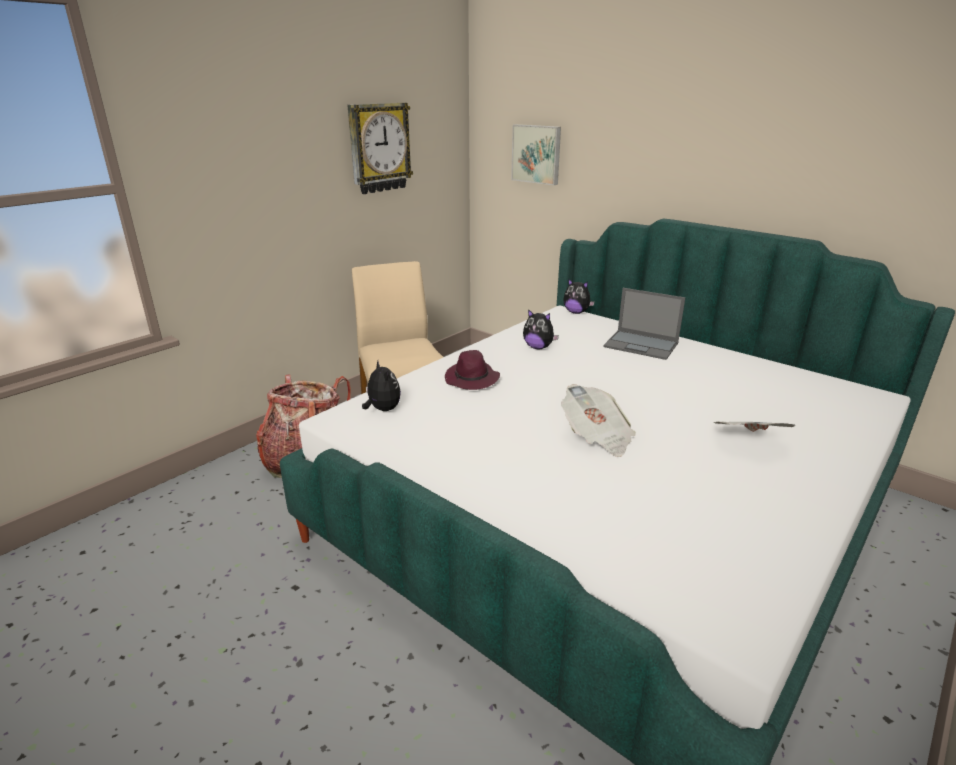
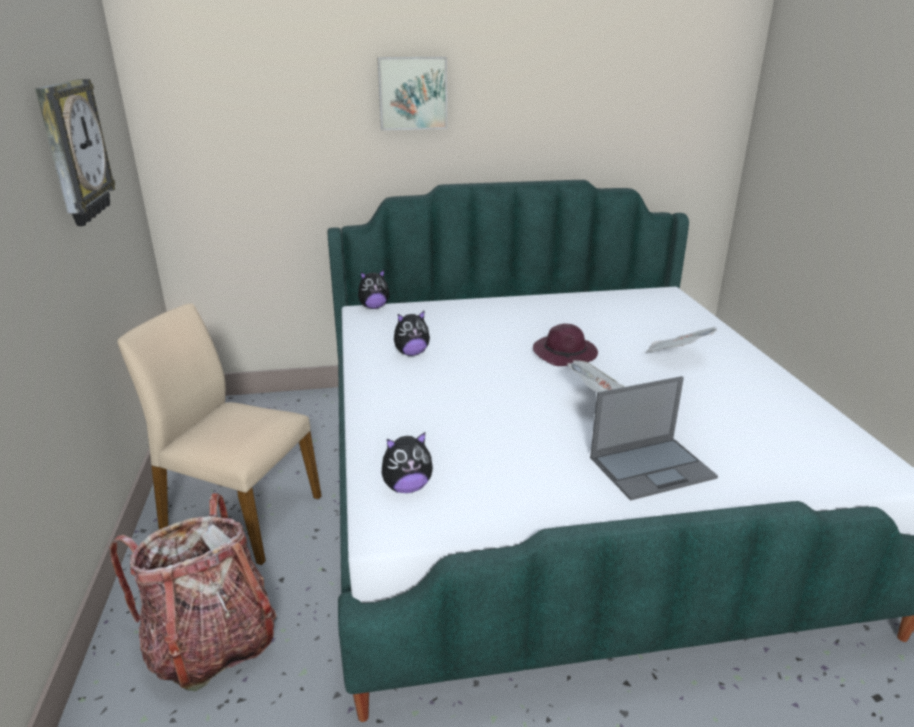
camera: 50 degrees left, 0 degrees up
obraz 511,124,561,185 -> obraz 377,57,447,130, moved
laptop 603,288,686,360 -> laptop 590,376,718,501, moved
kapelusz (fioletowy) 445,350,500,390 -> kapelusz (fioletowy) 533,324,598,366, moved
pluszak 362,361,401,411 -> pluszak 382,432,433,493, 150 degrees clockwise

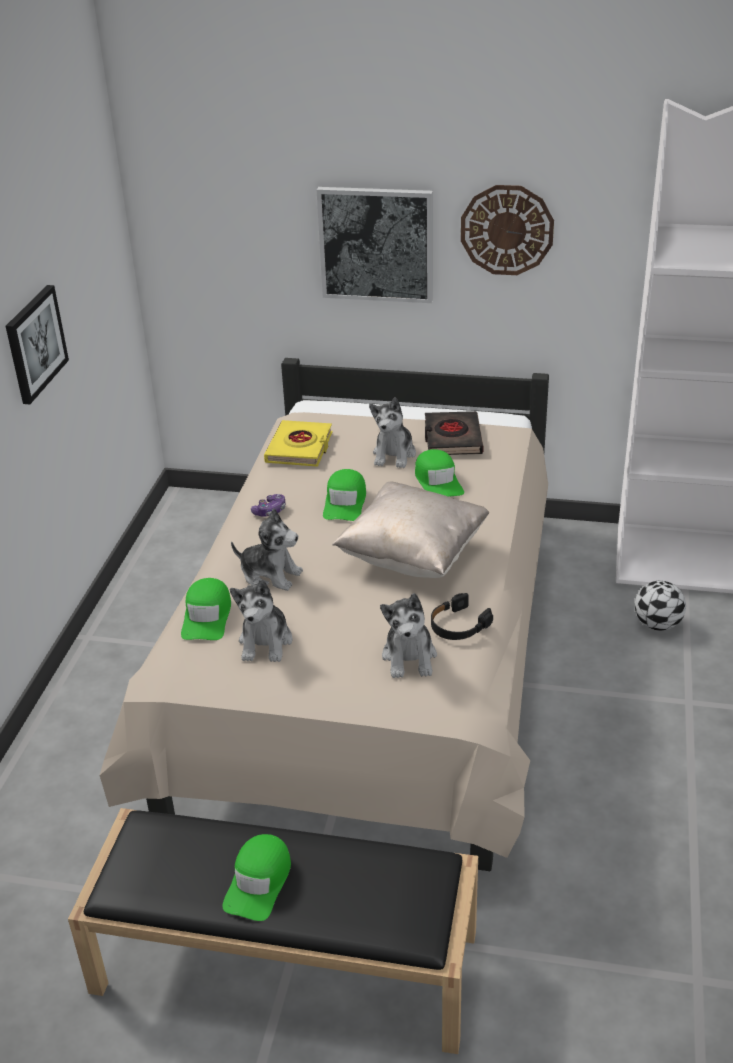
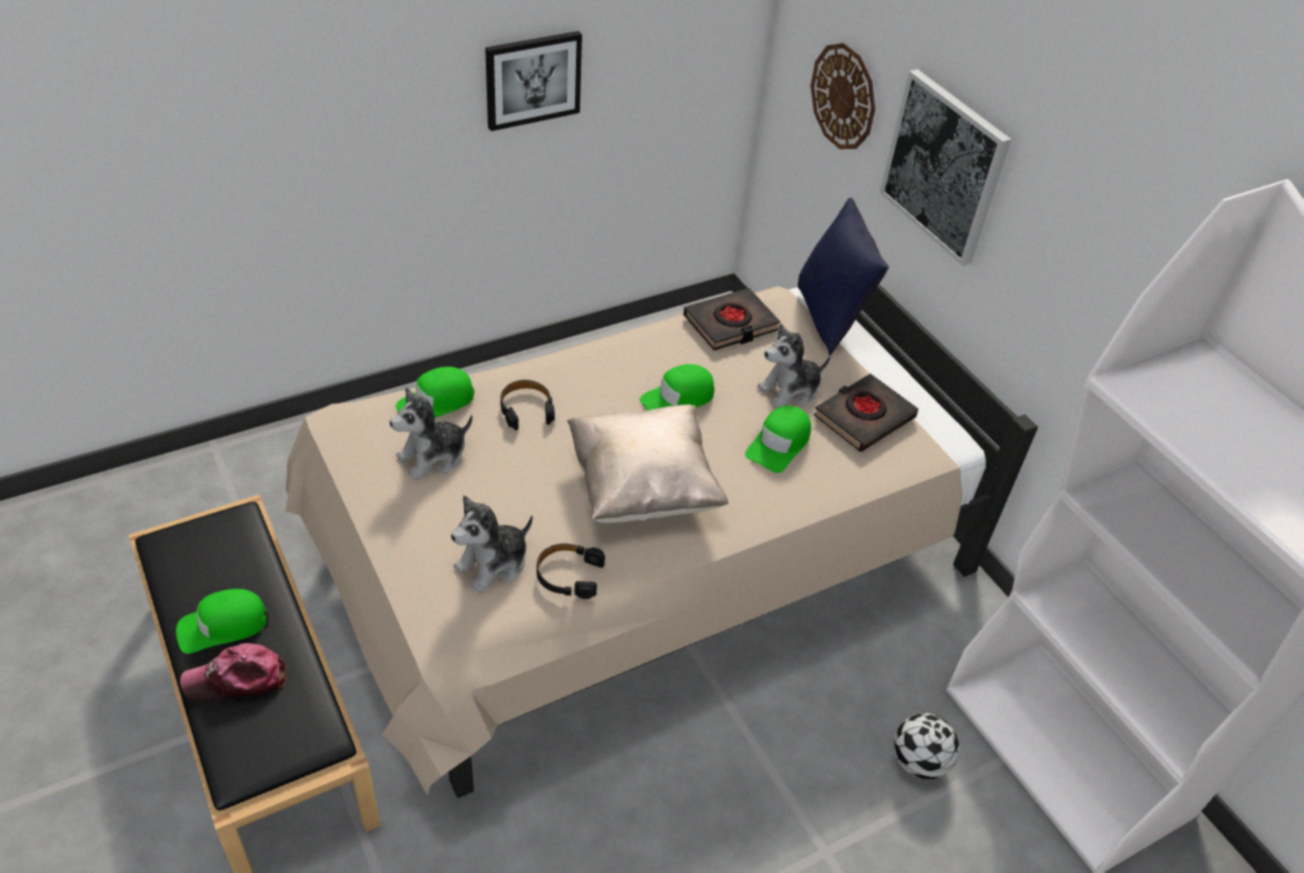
camera: 45 degrees right, 10 degrees up
zegar ścienny 461,185,554,275 -> zegar ścienny 811,43,875,149, moved
książka (żółty) 264,420,333,467 -> książka (czarny) 683,288,781,350
pad do gier 251,494,285,517 -> none
pluszak 231,509,303,591 -> słuchawki (czarny) 501,380,555,430
none -> poduszka (niebieski) 798,197,889,355
none -> czapka z daszkiem 180,643,287,702

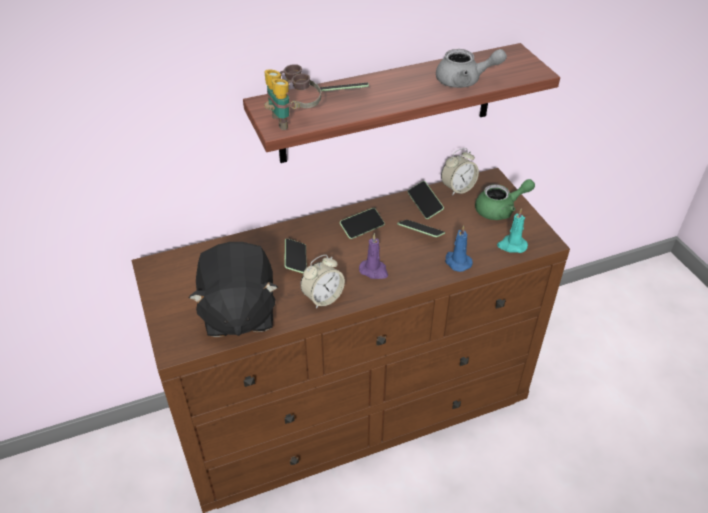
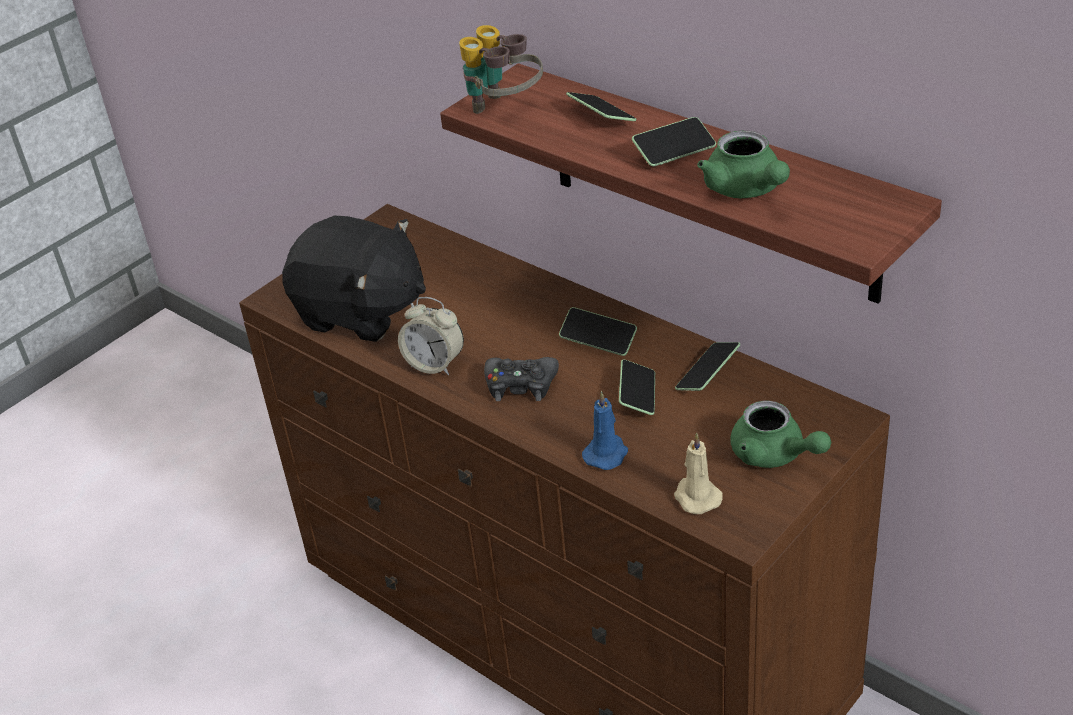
camera: 65 degrees right, 5 degrees down
imbryk (szary) 436,49,507,88 -> imbryk (zielony) 697,131,790,198
budzik 441,148,479,196 -> none
świeca (turkusowy) 497,209,528,253 -> świeca (beżowy) 674,433,722,514
świeca (fioletowy) 359,233,388,279 -> pad do gier (czarny) 484,357,559,401
telefon 284,238,307,273 -> telefon 632,117,716,166, moved
pluszak (czarny) 189,242,278,337 -> pluszak (czarny) 282,215,426,342, 120 degrees counterclockwise

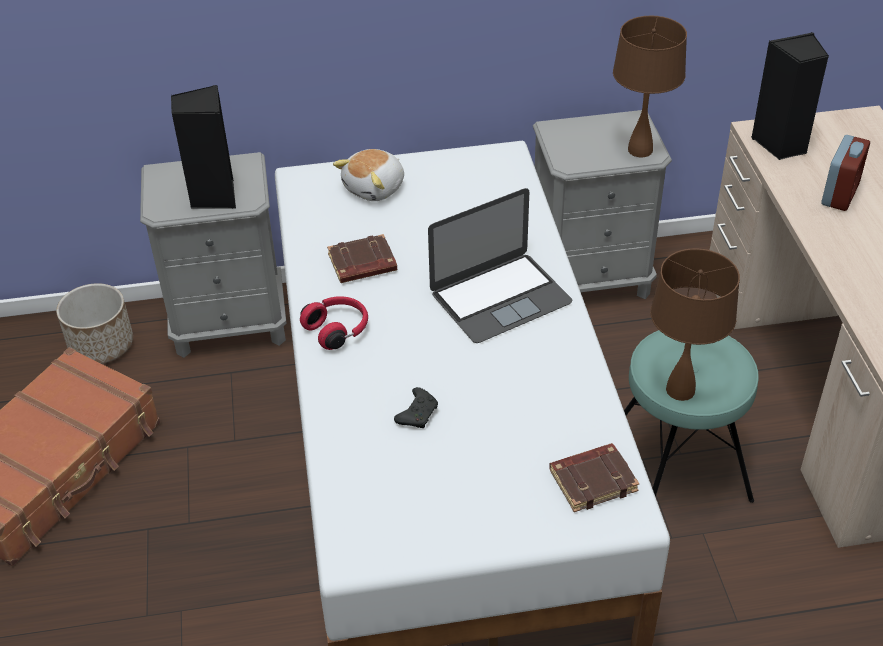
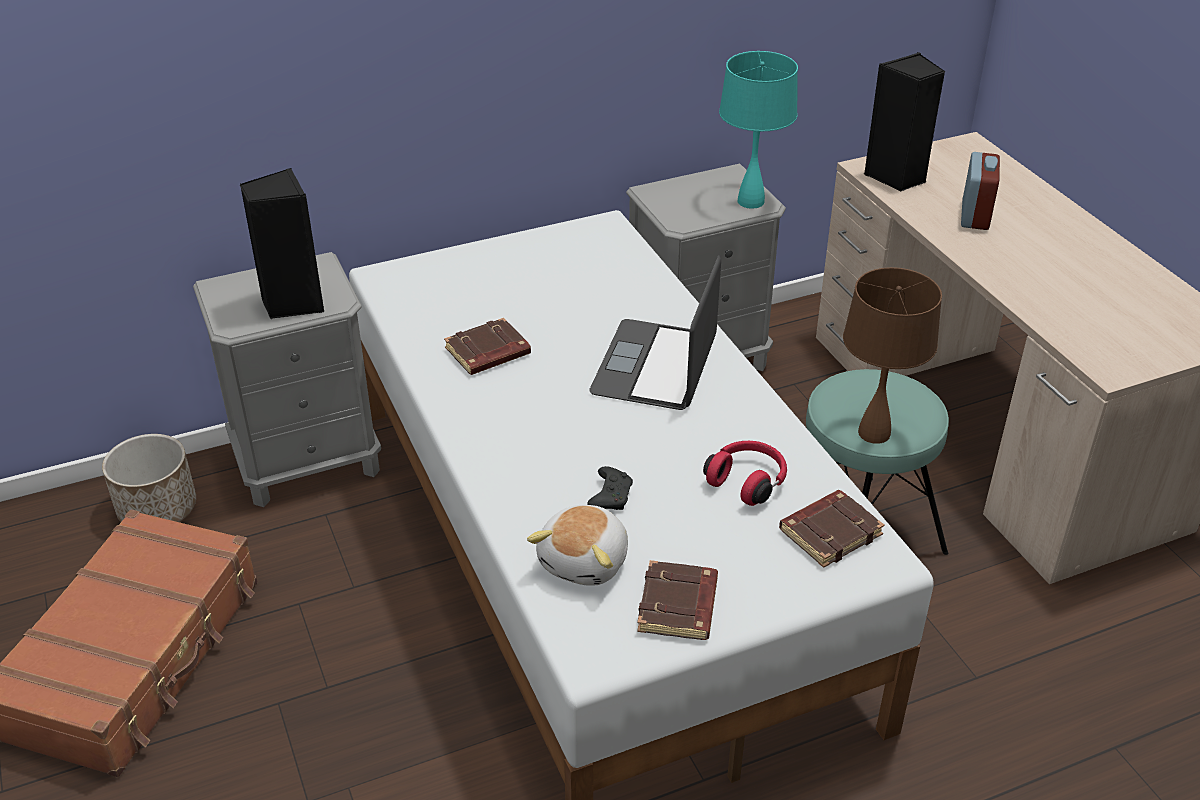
camera: 15 degrees left, 5 degrees down
lampa stołowa (brązowy) 613,16,687,157 -> lampa stołowa (turkusowy) 719,51,798,209
pluszak 333,149,404,201 -> pluszak 527,505,628,586, moved
laptop 428,188,572,343 -> laptop 590,255,721,410, 150 degrees clockwise
słuchawki (czerwony) 300,296,368,350 -> słuchawki (czerwony) 703,441,787,506, moved
none -> książka (brązowy) 637,560,718,640

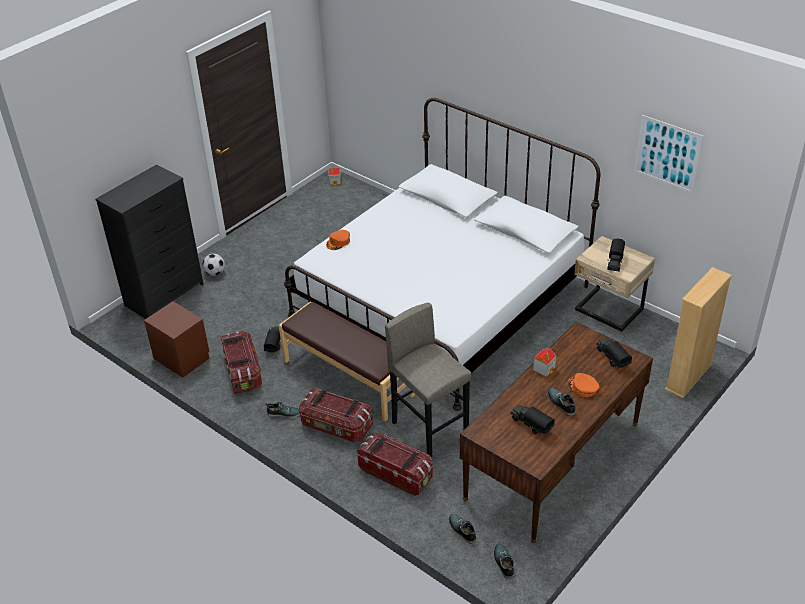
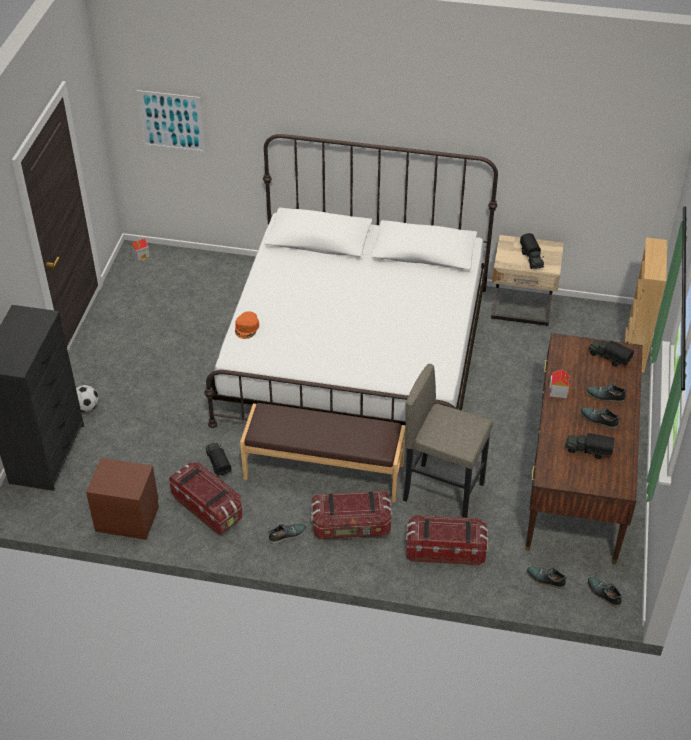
camera: 30 degrees left, 5 degrees up
obraz 634,115,704,194 -> obraz 137,90,206,153, moved
czapka z daszkiem (pomarańczowy) 567,373,600,397 -> but 586,383,628,403

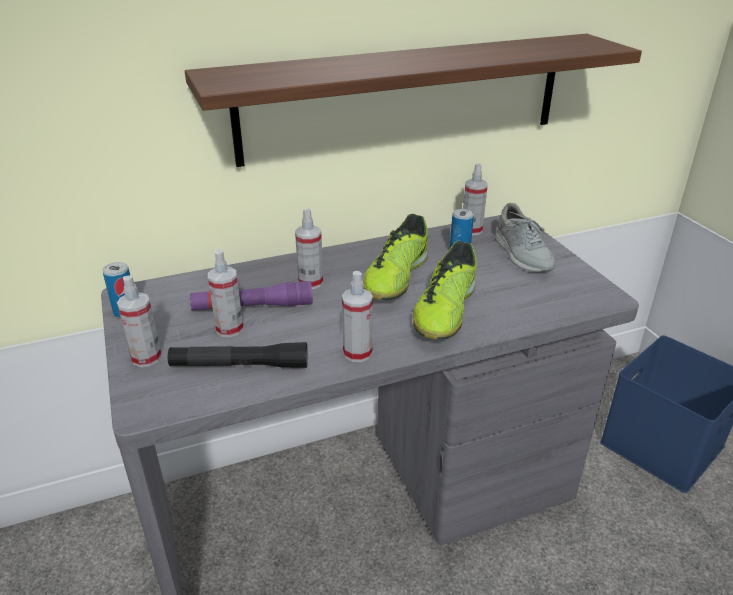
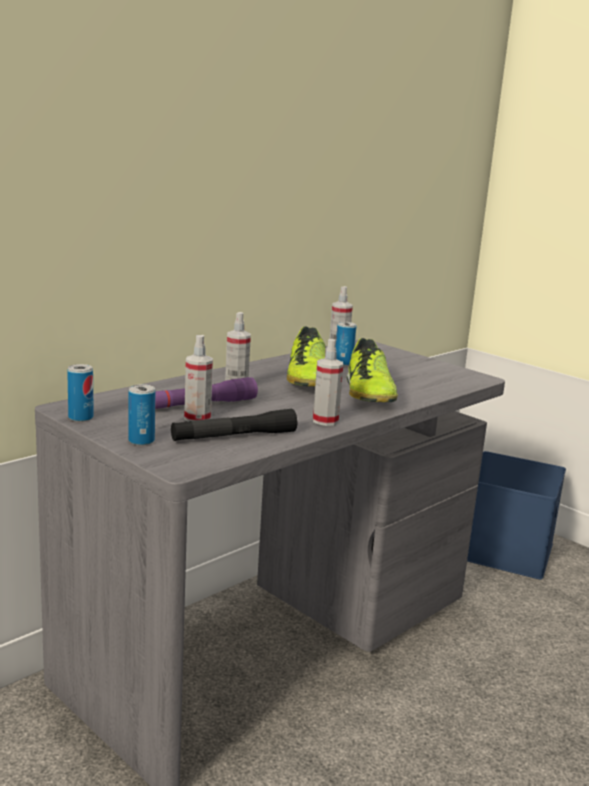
camera: 25 degrees left, 15 degrees down
półka 185,34,642,167 -> none
but (szary) 495,203,556,272 -> none
spryskiwacz 117,275,162,367 -> puszka 128,384,155,446

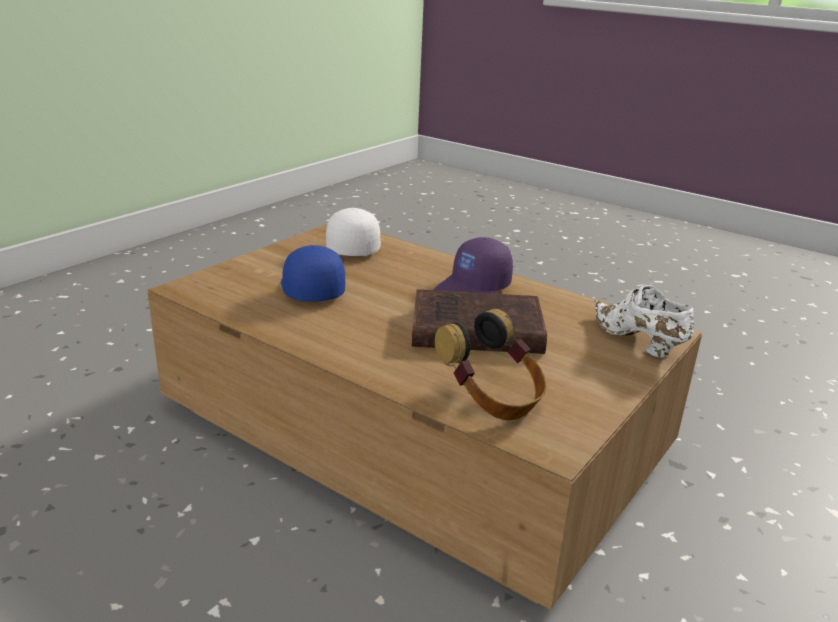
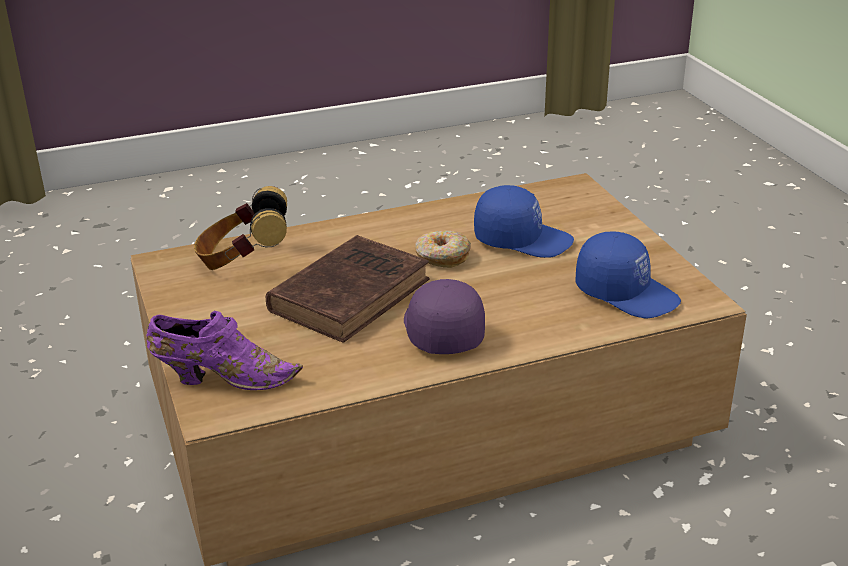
camera: 125 degrees right, 5 degrees up
czapka z daszkiem (biały) 326,208,381,256 -> czapka z daszkiem (niebieski) 575,231,681,318
but (biały) 595,285,694,358 -> but (fioletowy) 147,311,303,390
none -> donut 415,231,471,268

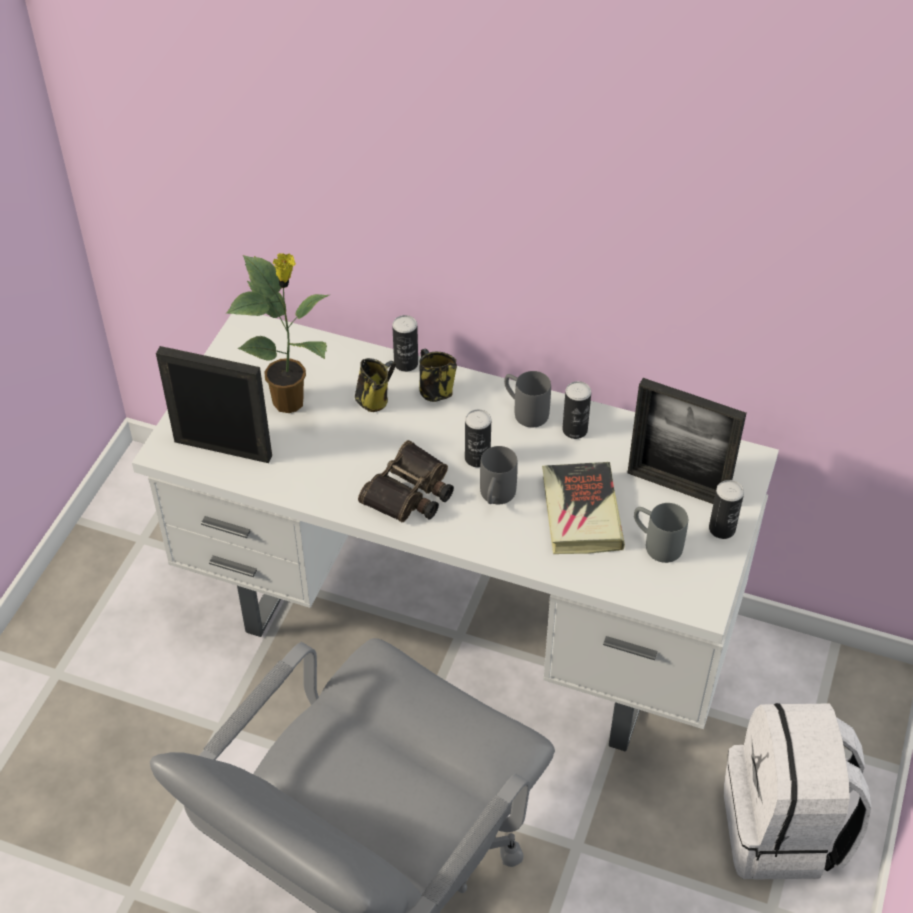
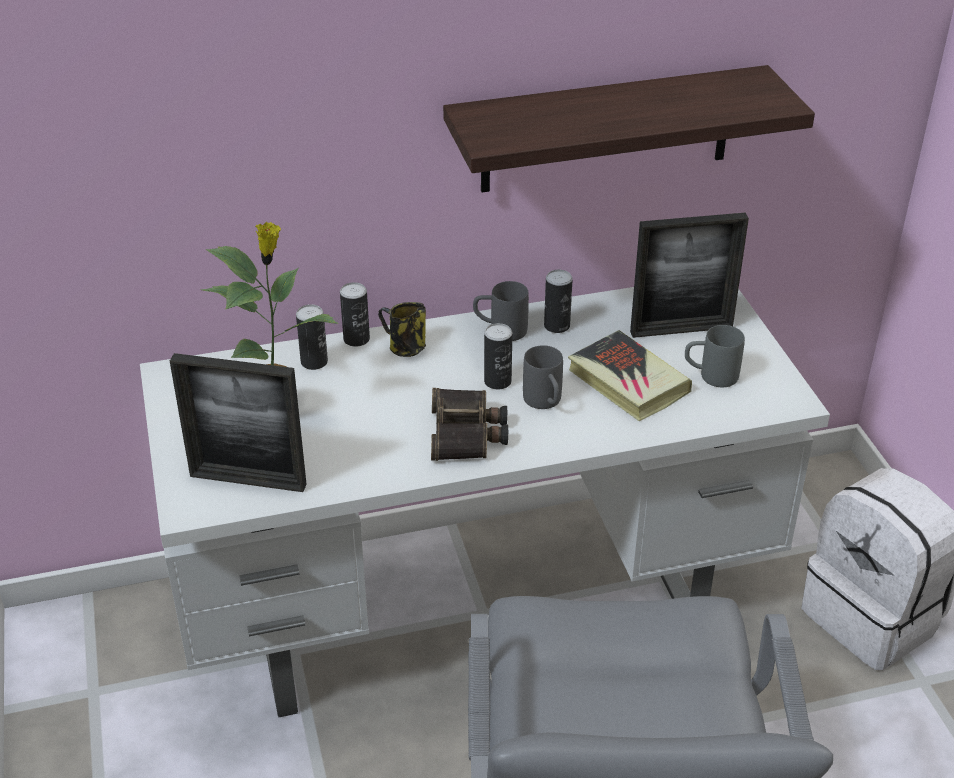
camera: 35 degrees left, 10 degrees down
ramka na zdjęcie 156,346,272,463 -> ramka na zdjęcie 170,353,307,492, 150 degrees counterclockwise
kubek 355,358,396,412 -> none
puszka 709,480,744,539 -> puszka 296,304,328,370, moved
none -> półka 443,65,815,192

